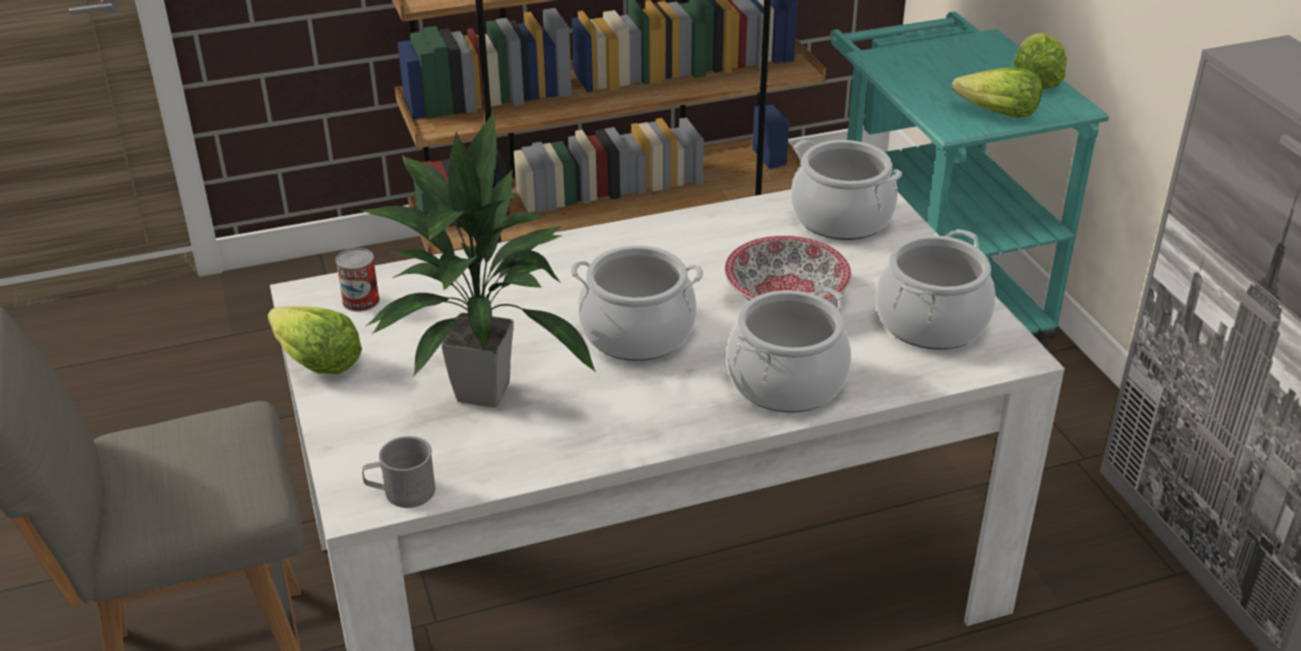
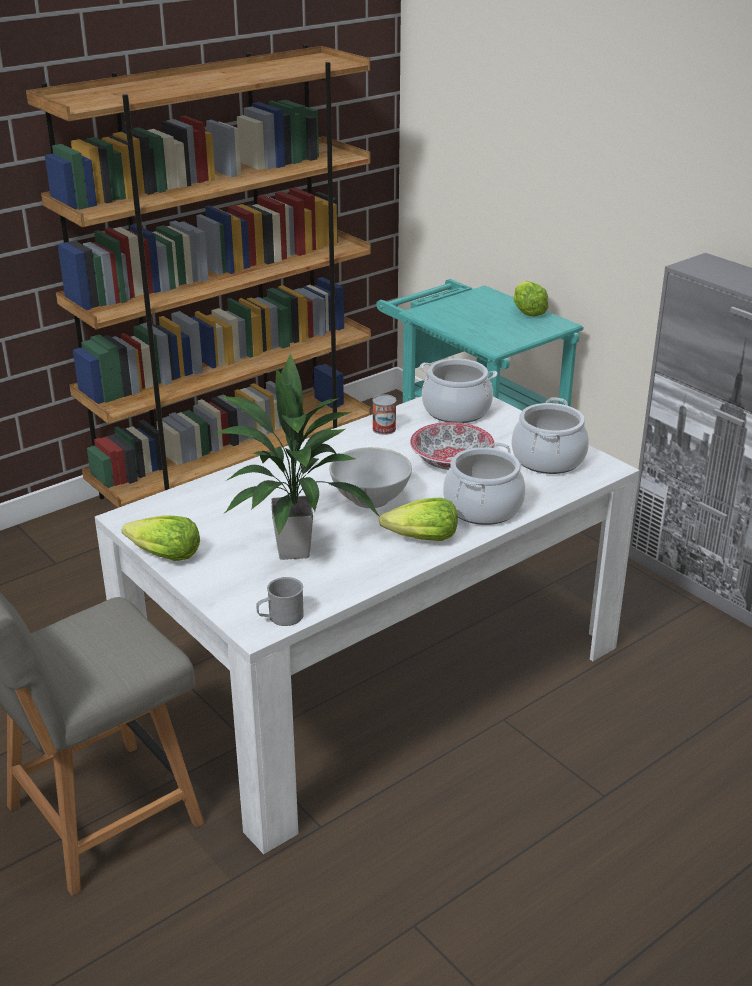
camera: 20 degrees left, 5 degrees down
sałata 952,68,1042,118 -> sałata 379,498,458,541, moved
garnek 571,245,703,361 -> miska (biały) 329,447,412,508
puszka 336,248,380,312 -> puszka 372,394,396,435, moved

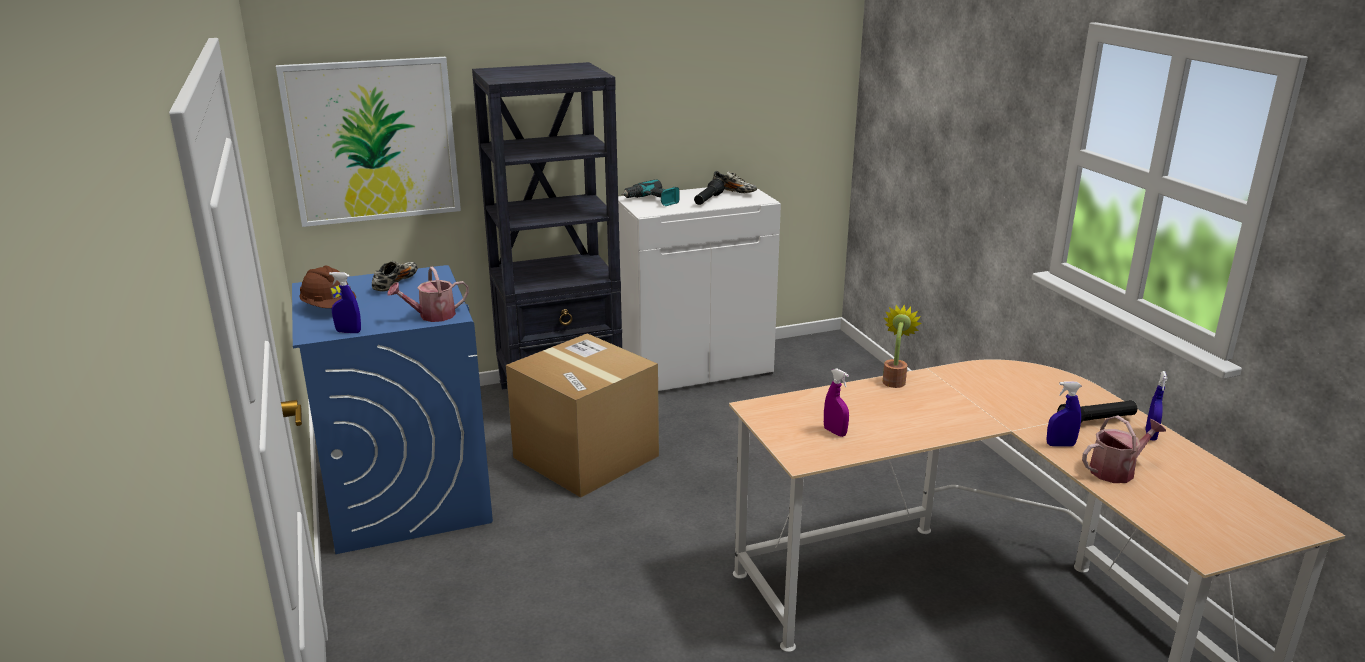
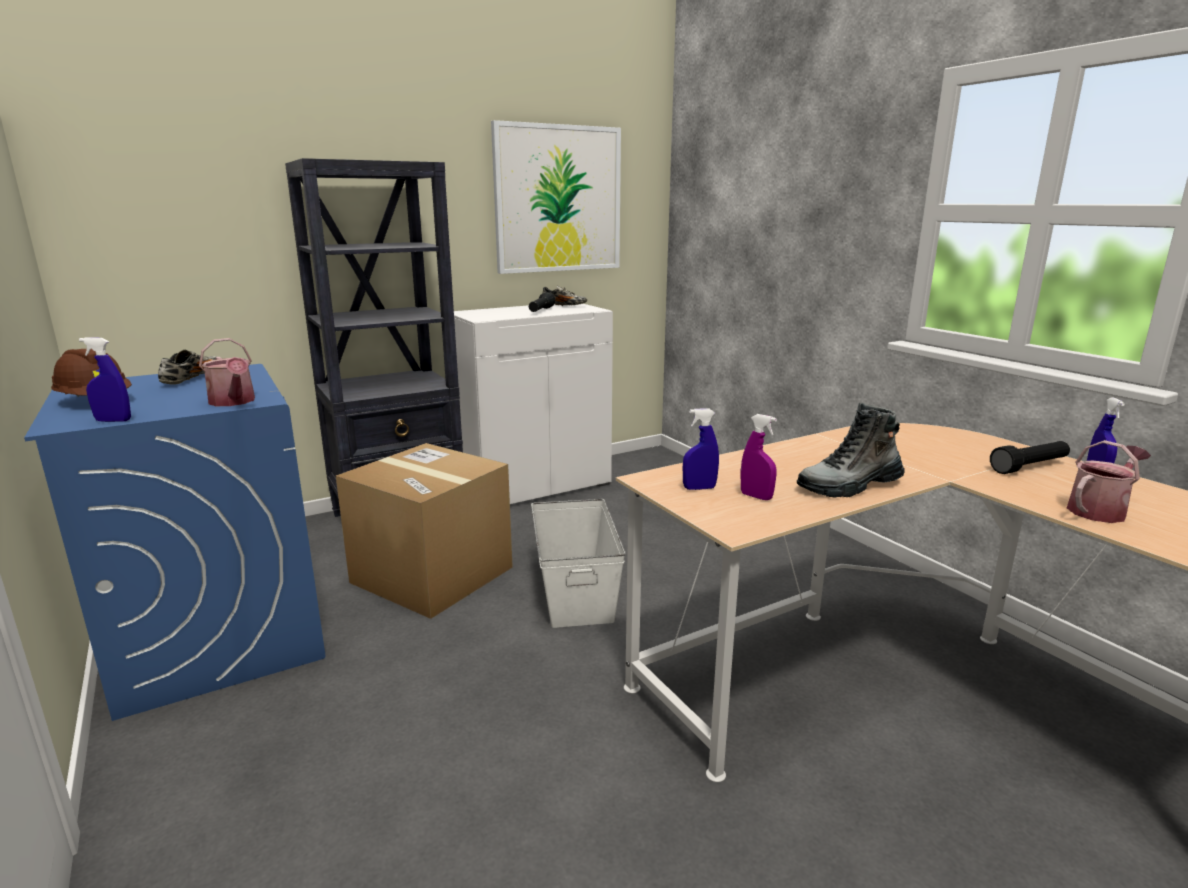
camera: 10 degrees left, 5 degrees down
obraz 276,57,461,227 -> obraz 491,120,621,274, moved
wiertarka 621,179,679,206 -> none
konewka 387,266,469,322 -> konewka 199,338,255,406, 90 degrees counterclockwise
roślina doniczkowa 883,304,922,388 -> none
spryskiwacz (niebieski) 1047,381,1082,447 -> spryskiwacz (niebieski) 683,408,719,490, moved
none -> but z cholewką 797,403,905,498
none -> pojemnik do przechowywania (biały) 531,499,626,628

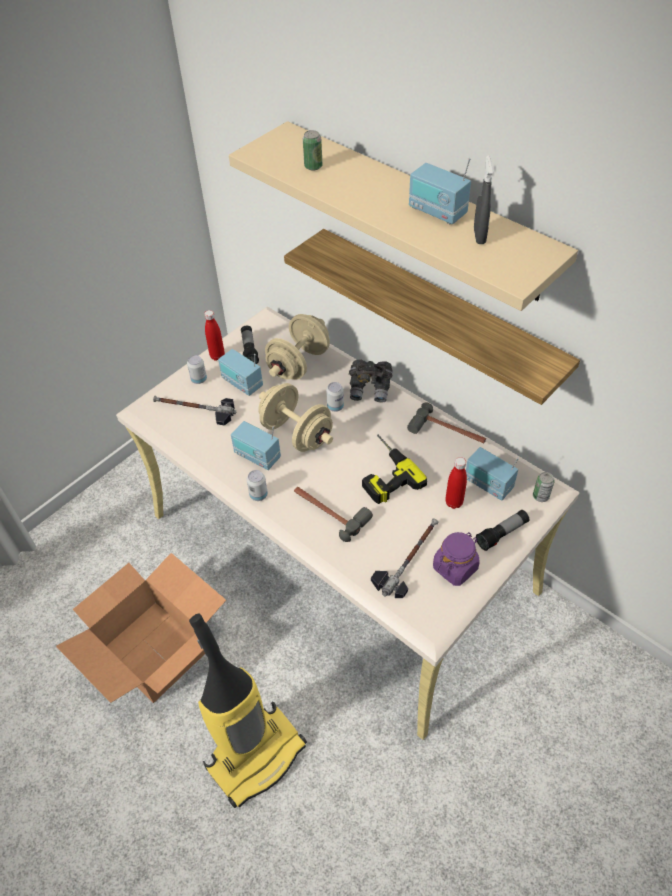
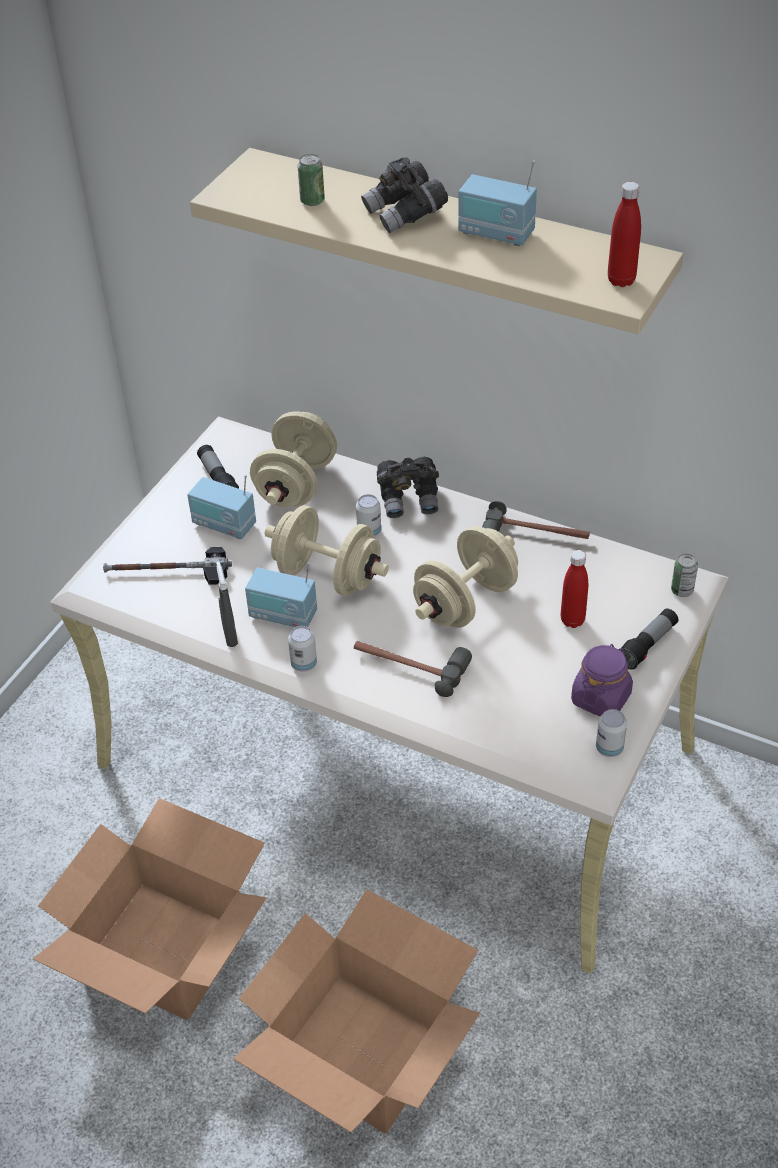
camera: 15 degrees left, 5 degrees down
spryskiwacz (szary) 474,155,493,244 -> spryskiwacz (szary) 216,561,238,647, moved
półka 284,229,580,405 -> none
butelka (czerwony) 204,310,225,361 -> butelka (czerwony) 608,182,641,287, moved
puszka 187,355,207,384 -> puszka 596,709,627,757, moved
wiertarka 362,435,427,504 -> hantel (beżowy) 413,526,518,628
radio 466,447,519,501 -> none
młotek 371,518,438,598 -> none
odkurzacz 189,613,307,808 -> karton 233,889,480,1133
none -> lornetka (szary) 361,157,448,233

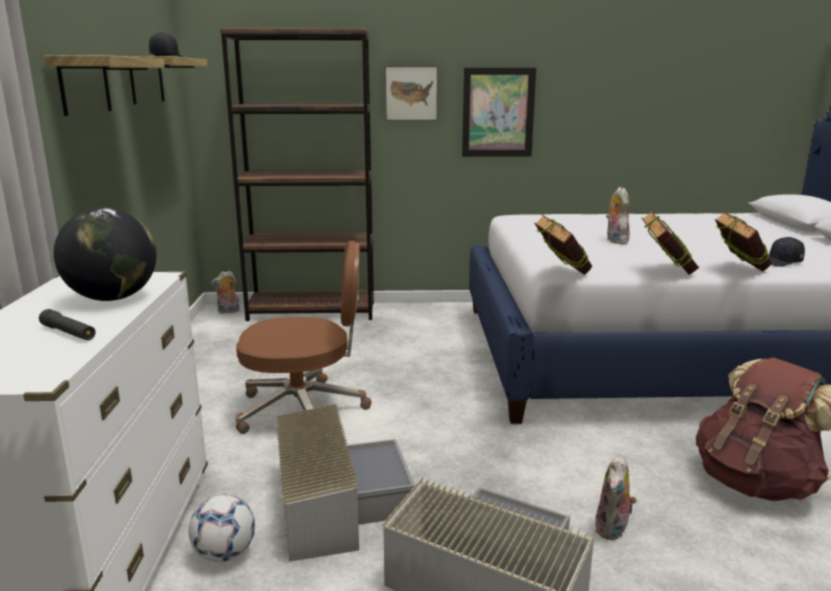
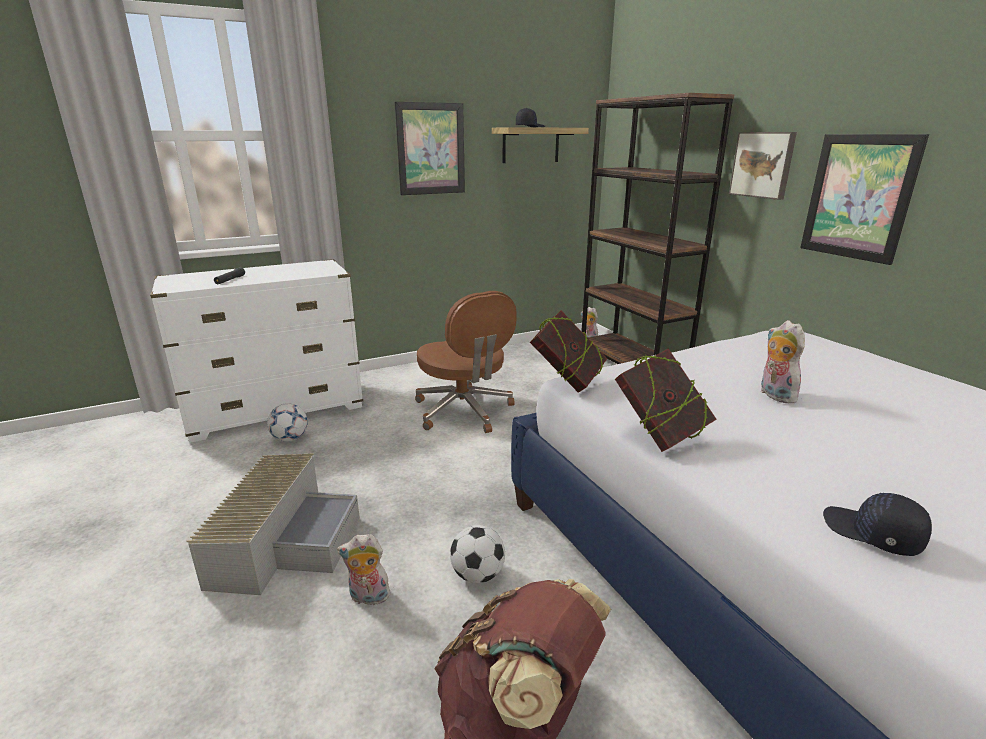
camera: 65 degrees right, 5 degrees up
półka 44,55,165,116 -> obraz 395,102,465,195
pluszak 606,187,630,244 -> pluszak 761,320,805,404, 75 degrees counterclockwise
globus 54,207,157,301 -> none
książka 715,211,772,272 -> none
pojemnik do przechowywania (szary) 276,404,415,562 -> none
none -> piłka futbolowa 450,525,505,583

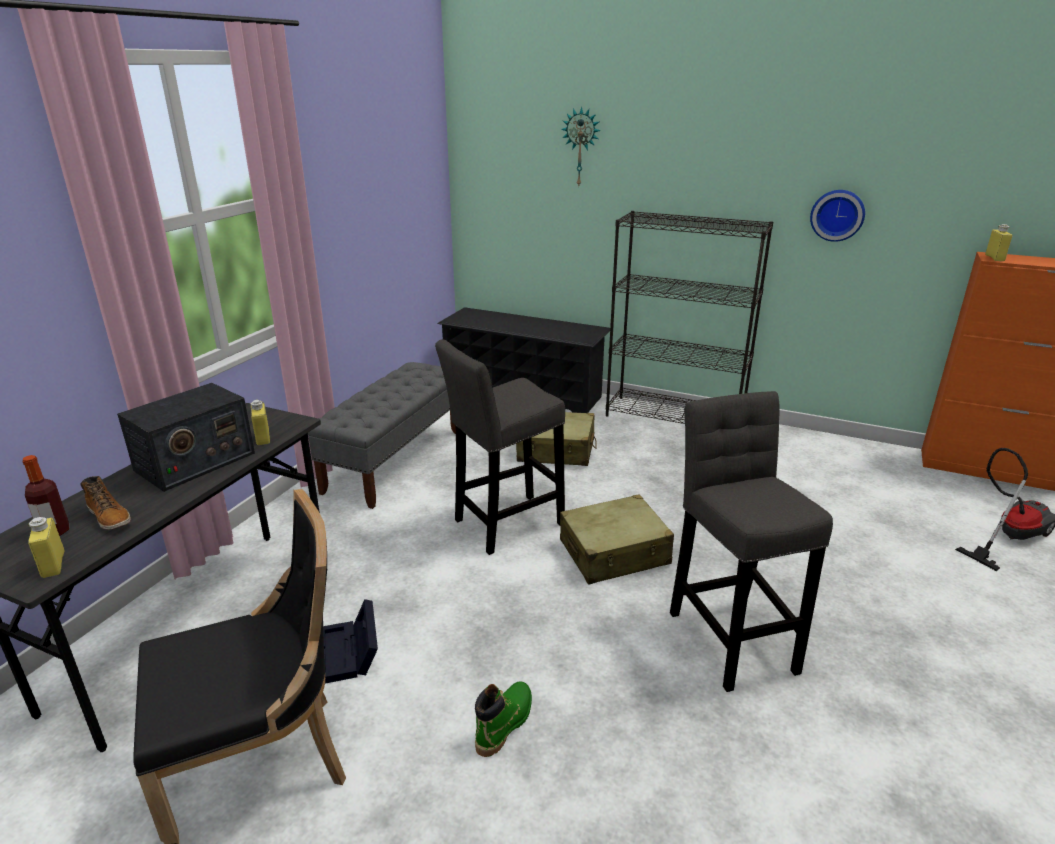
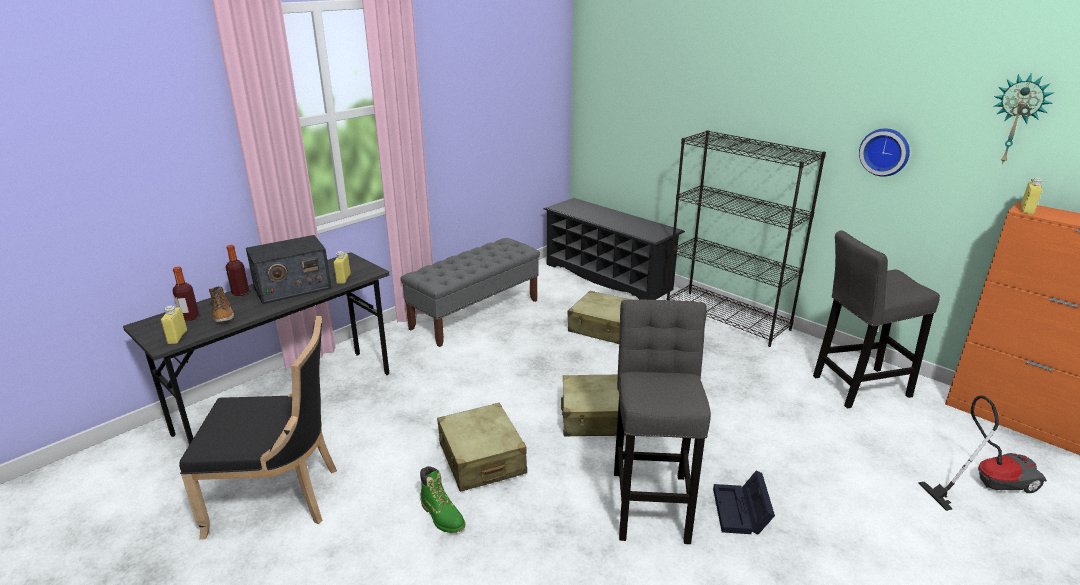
camera: 20 degrees right, 0 degrees up
zegar ścienny 561,107,601,186 -> zegar ścienny 993,73,1053,165, moved
stołek (szary) 435,339,565,555 -> stołek (szary) 813,230,940,409, moved
pojemnik do przechowywania (czarny) 323,599,378,683 -> pojemnik do przechowywania (czarny) 713,470,775,535, moved
but z cholewką (zielony) 475,682,532,757 -> but z cholewką (zielony) 420,466,465,533, 90 degrees clockwise
none -> butelka 226,245,249,296
none -> walizka (beżowy) 437,403,527,492

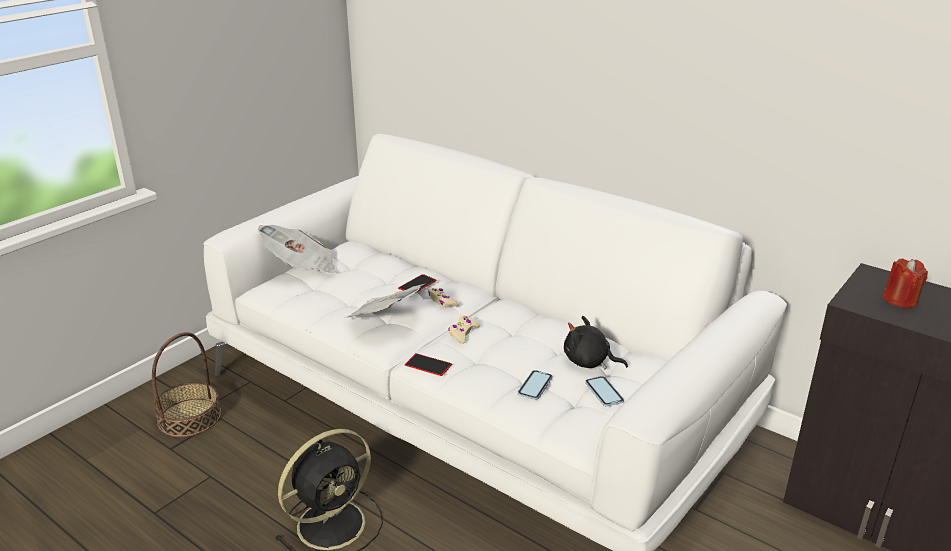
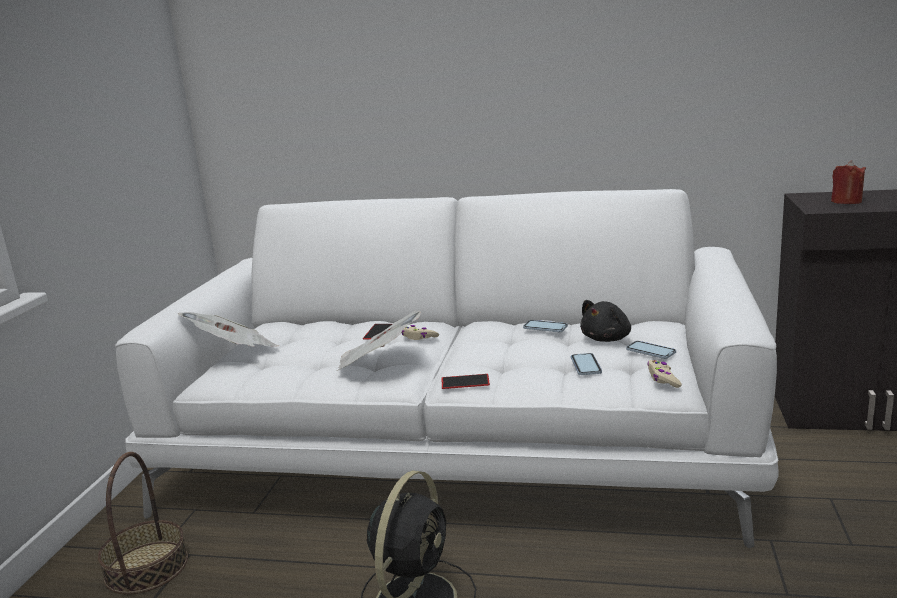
camera: 25 degrees left, 10 degrees down
pad do gier (beżowy) 448,315,480,344 -> pad do gier (beżowy) 647,360,682,388, moved
pluszak (czarny) 564,316,628,369 -> pluszak (czarny) 580,300,631,342, 45 degrees counterclockwise
none -> telefon 523,320,568,332

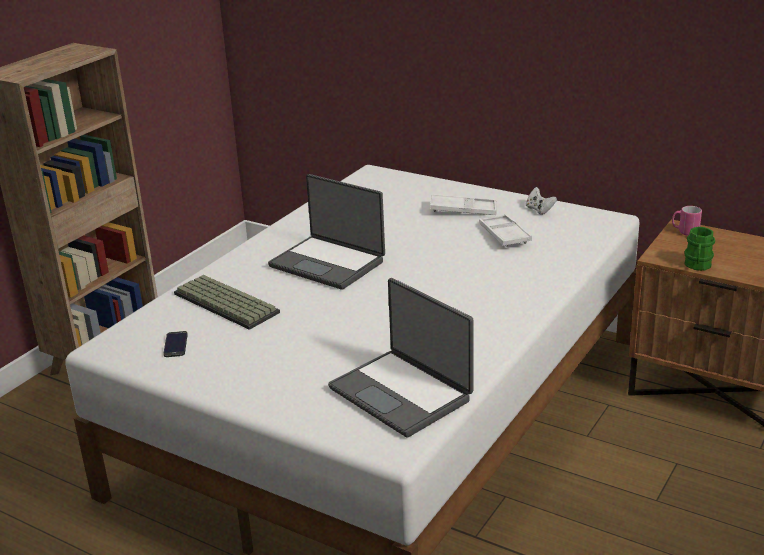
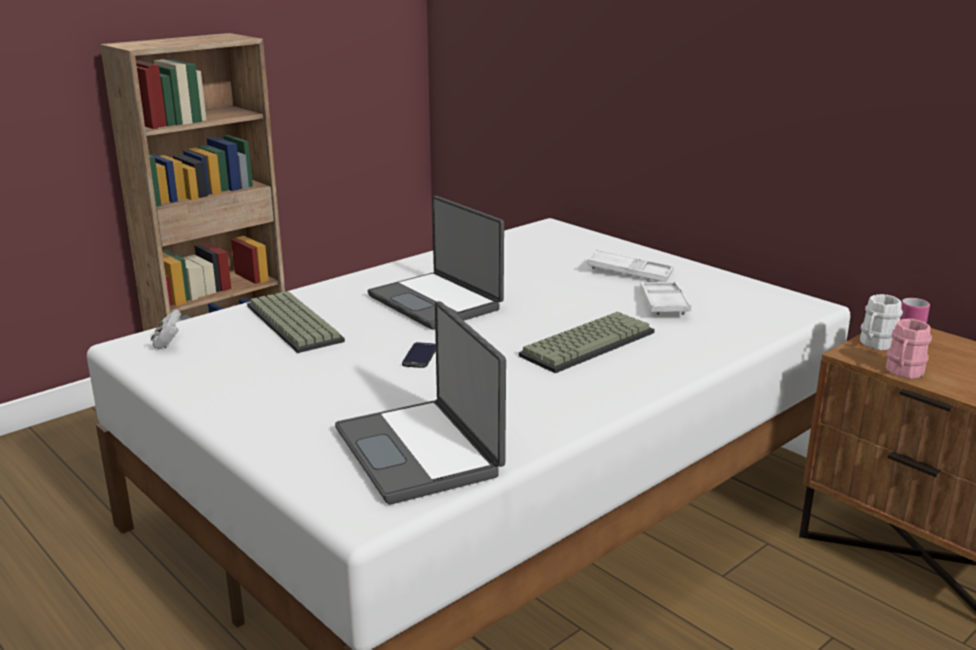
camera: 15 degrees right, 5 degrees down
pad do gier (biały) 526,187,557,215 -> pad do gier (biały) 151,310,181,349, moved
kubek (zielony) 684,227,715,271 -> kubek (różowy) 886,319,932,379
telefon 163,331,188,357 -> telefon 402,342,436,368, moved
none -> kubek (biały) 860,294,903,350
none -> klawiatura 519,312,655,373

